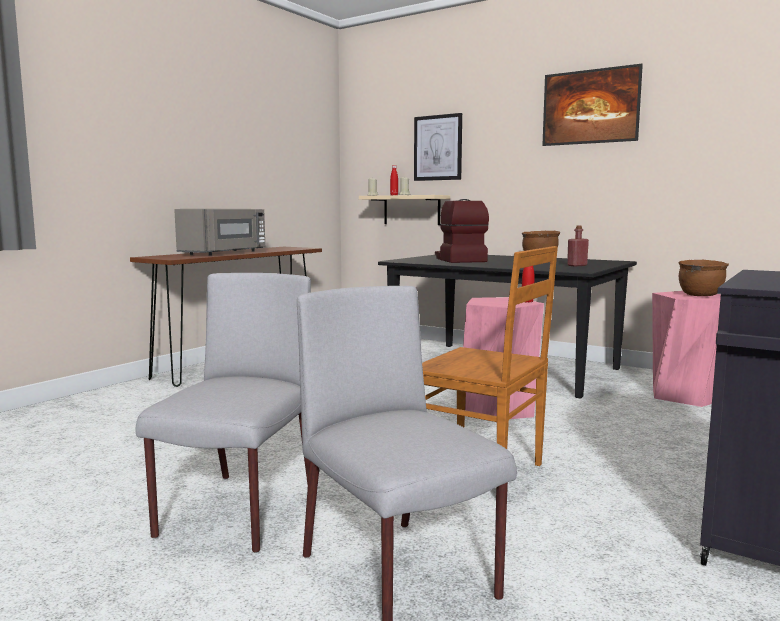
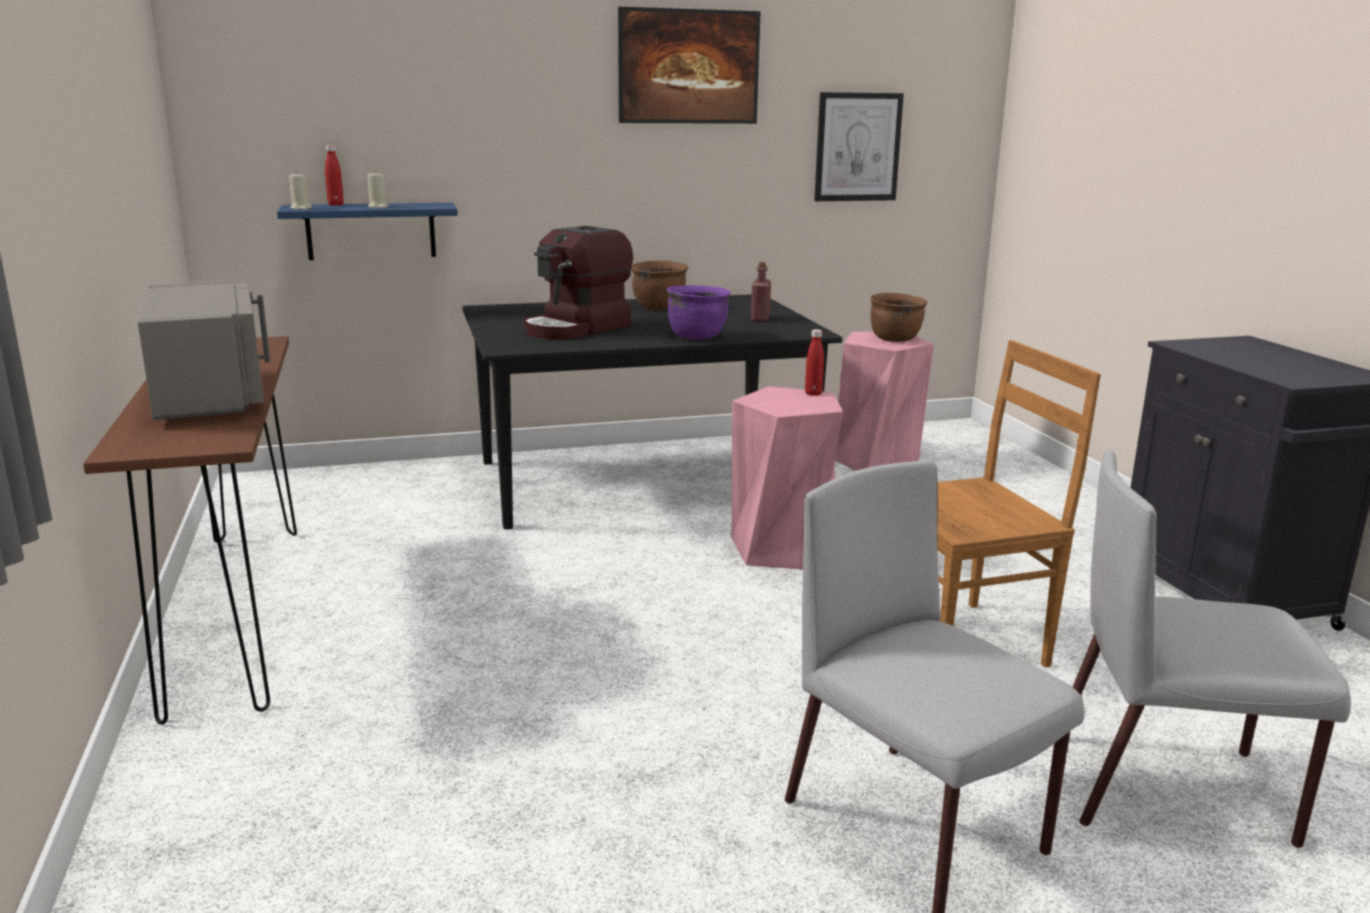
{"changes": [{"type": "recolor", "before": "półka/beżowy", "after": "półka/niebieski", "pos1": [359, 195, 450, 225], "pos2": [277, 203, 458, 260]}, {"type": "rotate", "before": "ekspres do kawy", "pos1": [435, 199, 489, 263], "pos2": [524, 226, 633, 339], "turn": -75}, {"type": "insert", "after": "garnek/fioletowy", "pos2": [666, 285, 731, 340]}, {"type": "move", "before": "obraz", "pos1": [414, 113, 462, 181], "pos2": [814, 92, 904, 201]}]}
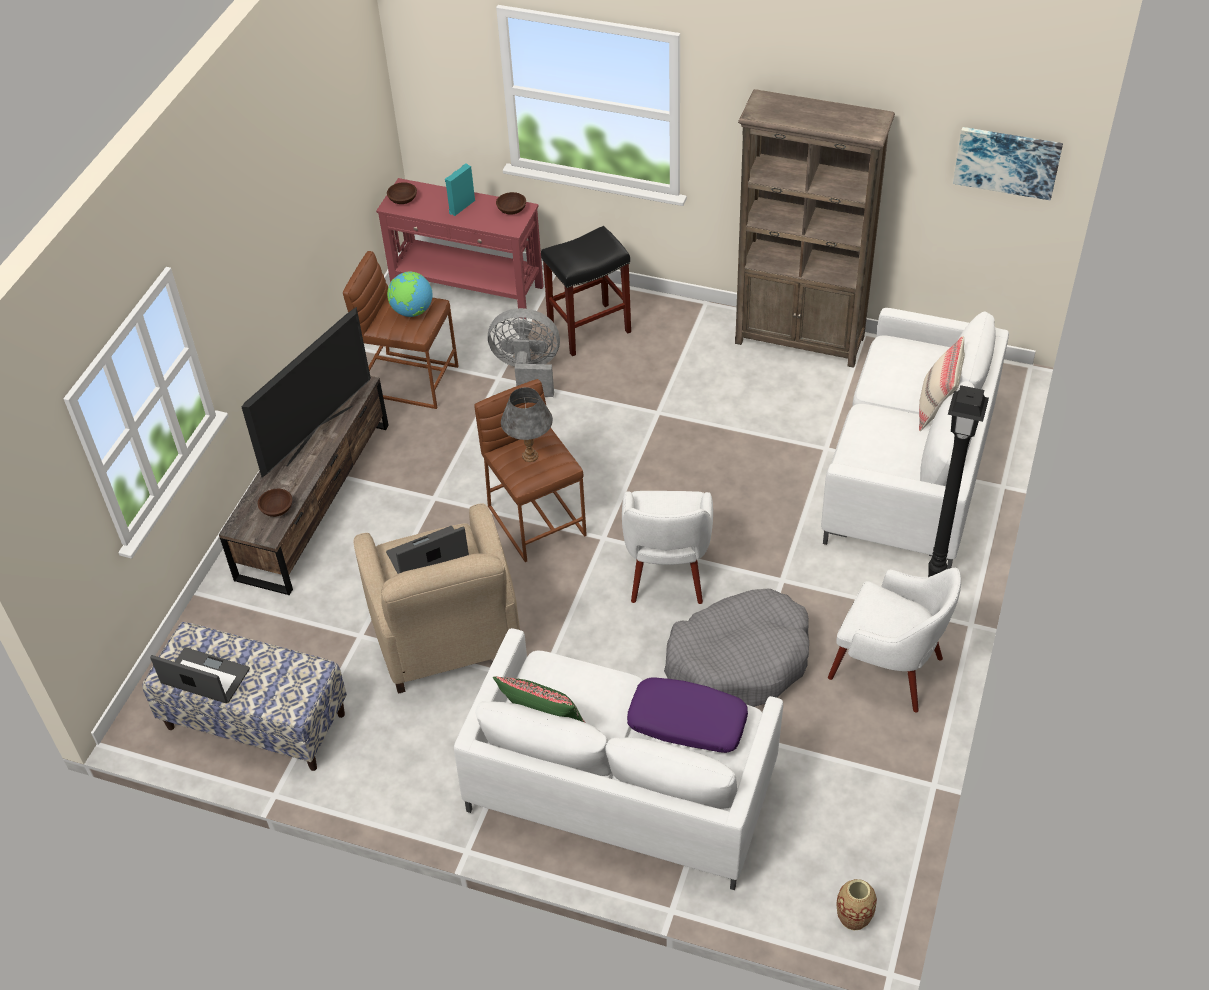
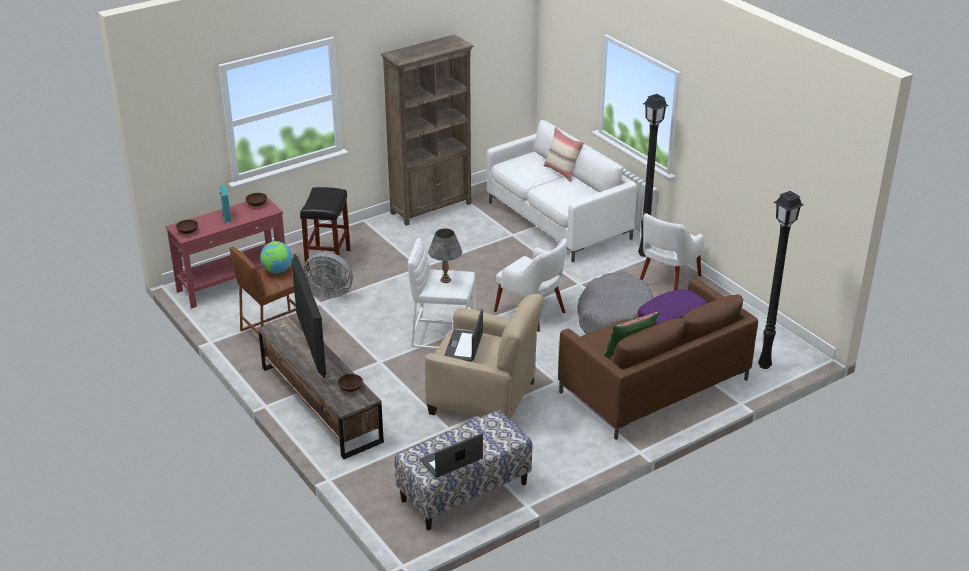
{"changes": [{"type": "rotate", "before": "wentylator/szary", "pos1": [488, 308, 560, 397], "pos2": [303, 252, 353, 298], "turn": -120}, {"type": "recolor", "before": "stołek/brązowy", "after": "stołek/biały", "pos1": [474, 379, 587, 562], "pos2": [408, 238, 475, 349]}, {"type": "recolor", "before": "kanapa/biały", "after": "kanapa/brązowy", "pos1": [454, 628, 783, 890], "pos2": [558, 279, 758, 440]}, {"type": "rotate", "before": "fotel/biały", "pos1": [828, 568, 961, 712], "pos2": [640, 213, 704, 290], "turn": 150}, {"type": "insert", "after": "lampa stojąca/czarny", "pos2": [758, 191, 804, 369]}, {"type": "delete", "before": "wazon", "pos1": [837, 879, 877, 931]}, {"type": "delete", "before": "obraz", "pos1": [953, 127, 1063, 201]}]}
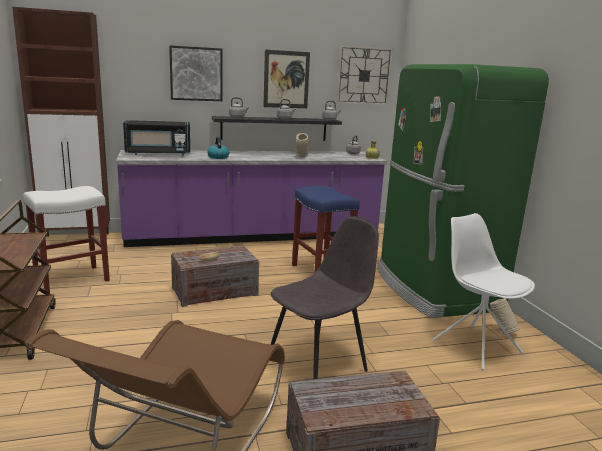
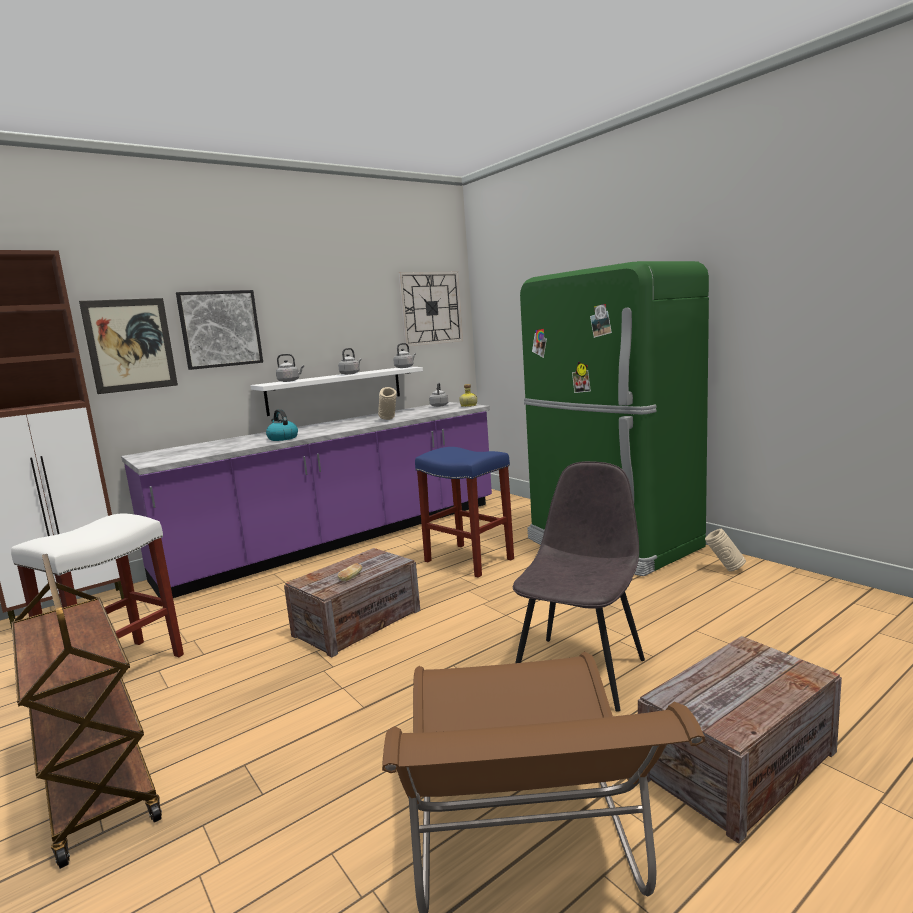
{"changes": [{"type": "move", "before": "obraz", "pos1": [263, 50, 310, 108], "pos2": [79, 298, 178, 394]}, {"type": "recolor", "before": "półka/czarny", "after": "półka/biały", "pos1": [212, 116, 342, 141], "pos2": [250, 367, 423, 416]}, {"type": "delete", "before": "mikrofalówka/czarny", "pos1": [123, 120, 190, 156]}, {"type": "delete", "before": "krzesło/biały", "pos1": [433, 213, 535, 370]}]}
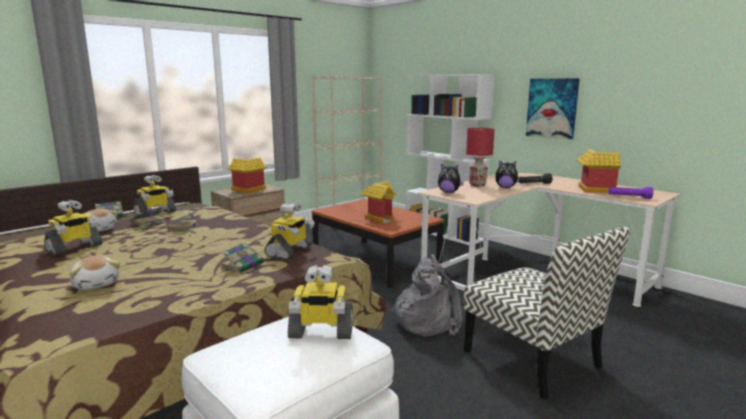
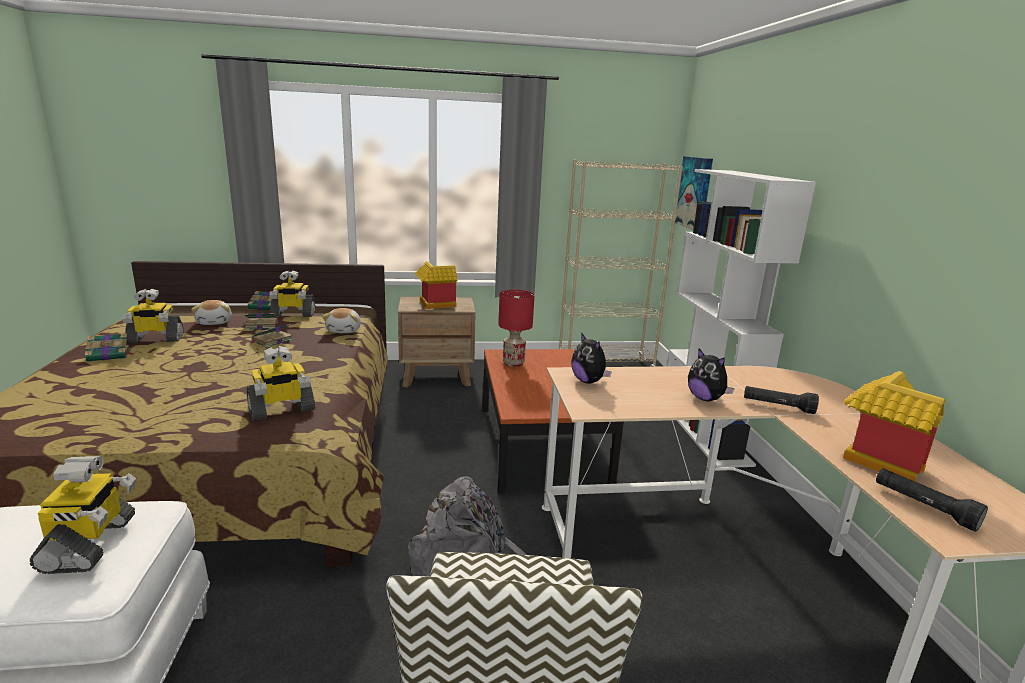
{"changes": [{"type": "rotate", "before": "robot zabawkowy", "pos1": [288, 265, 353, 339], "pos2": [30, 456, 136, 574], "turn": -135}, {"type": "move", "before": "książka", "pos1": [221, 243, 264, 273], "pos2": [85, 333, 134, 362]}, {"type": "move", "before": "pluszak", "pos1": [70, 256, 120, 290], "pos2": [322, 308, 361, 333]}, {"type": "move", "before": "lampa stołowa/czerwony", "pos1": [466, 128, 495, 186], "pos2": [498, 290, 535, 367]}, {"type": "move", "before": "obraz", "pos1": [526, 78, 580, 140], "pos2": [675, 156, 713, 230]}, {"type": "recolor", "before": "latarka/fioletowy", "after": "latarka/czarny", "pos1": [609, 187, 653, 199], "pos2": [876, 468, 988, 532]}, {"type": "delete", "before": "domek", "pos1": [361, 181, 396, 223]}]}
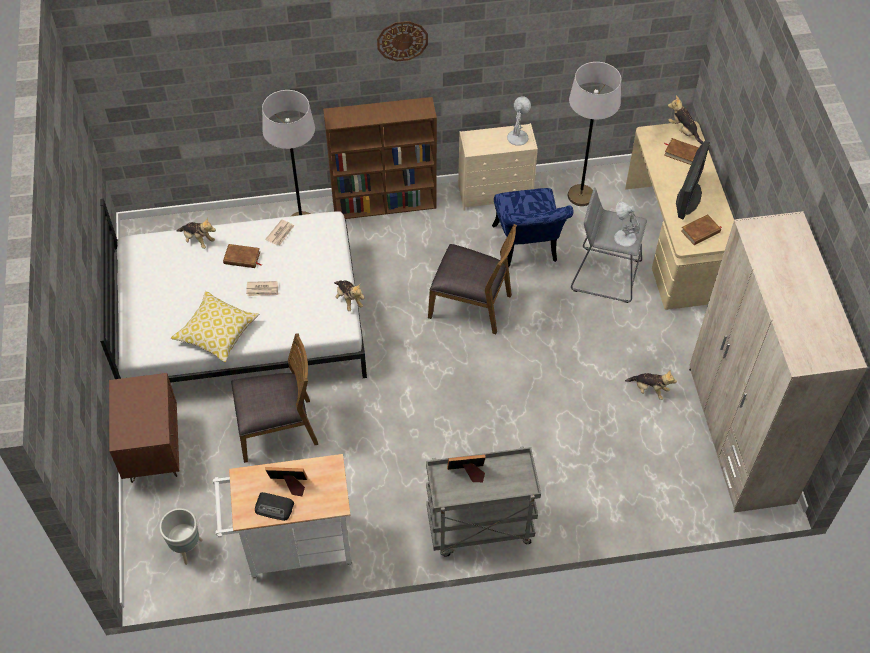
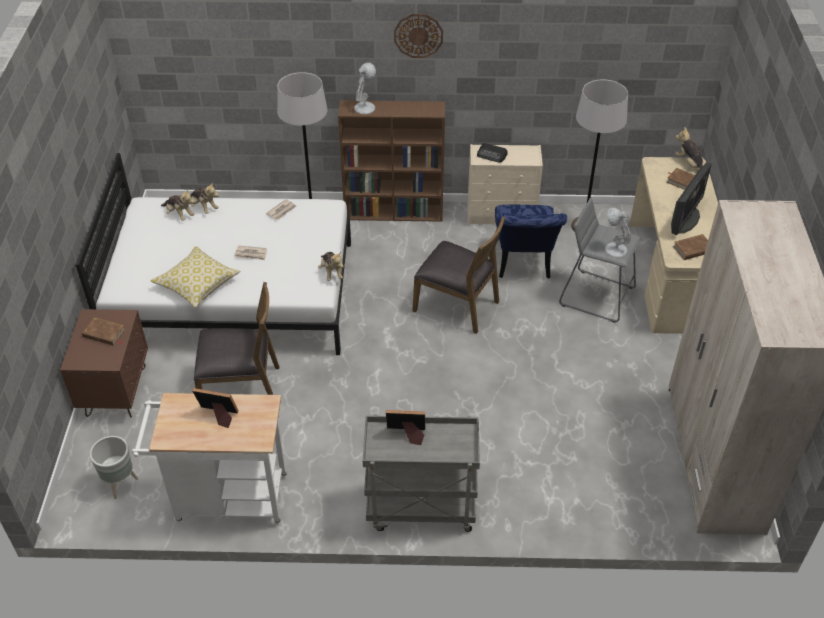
{"changes": [{"type": "move", "before": "książka/brązowy", "pos1": [223, 244, 262, 268], "pos2": [82, 317, 126, 346]}, {"type": "move", "before": "pluszak", "pos1": [625, 370, 677, 400], "pos2": [161, 189, 195, 221]}, {"type": "move", "before": "lampa stołowa/biały", "pos1": [507, 96, 531, 146], "pos2": [354, 63, 376, 114]}, {"type": "move", "before": "radio", "pos1": [255, 492, 294, 521], "pos2": [477, 143, 508, 163]}]}
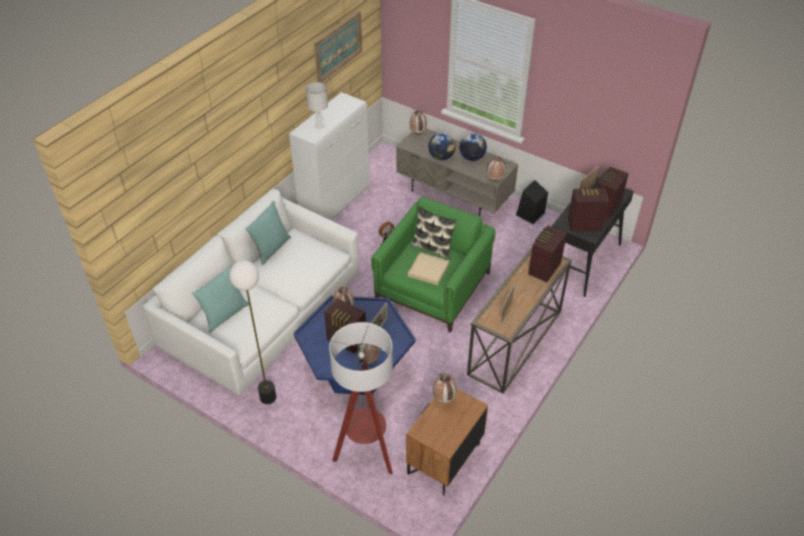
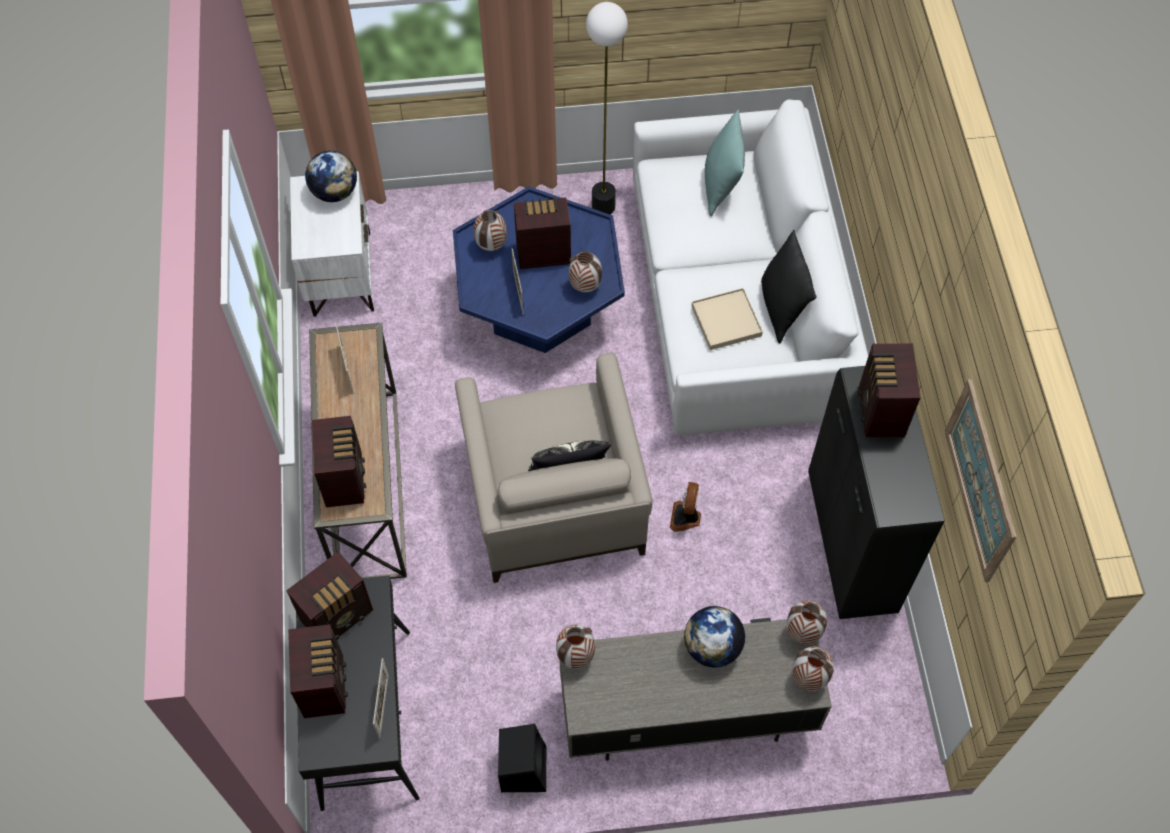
{"changes": [{"type": "recolor", "before": "szafka nocna/brązowy", "after": "szafka nocna/biały", "pos1": [406, 389, 488, 496], "pos2": [290, 171, 374, 317]}, {"type": "move", "before": "globus", "pos1": [459, 133, 487, 161], "pos2": [305, 151, 357, 202]}, {"type": "recolor", "before": "fotel/zielony", "after": "fotel/beżowy", "pos1": [371, 197, 496, 333], "pos2": [455, 353, 653, 583]}, {"type": "move", "before": "taca/beżowy", "pos1": [408, 252, 450, 285], "pos2": [691, 288, 763, 350]}, {"type": "recolor", "before": "poduszka/turkusowy", "after": "poduszka/czarny", "pos1": [246, 201, 291, 265], "pos2": [761, 230, 817, 344]}, {"type": "move", "before": "wazon", "pos1": [433, 373, 457, 403], "pos2": [786, 600, 828, 645]}, {"type": "recolor", "before": "szafka/biały", "after": "szafka/czarny", "pos1": [289, 92, 370, 221], "pos2": [808, 366, 945, 619]}, {"type": "replace", "before": "lampa stołowa/biały", "after": "radio", "pos1": [306, 82, 328, 129], "pos2": [858, 343, 920, 437]}, {"type": "delete", "before": "lampa stojąca", "pos1": [329, 322, 393, 474]}]}
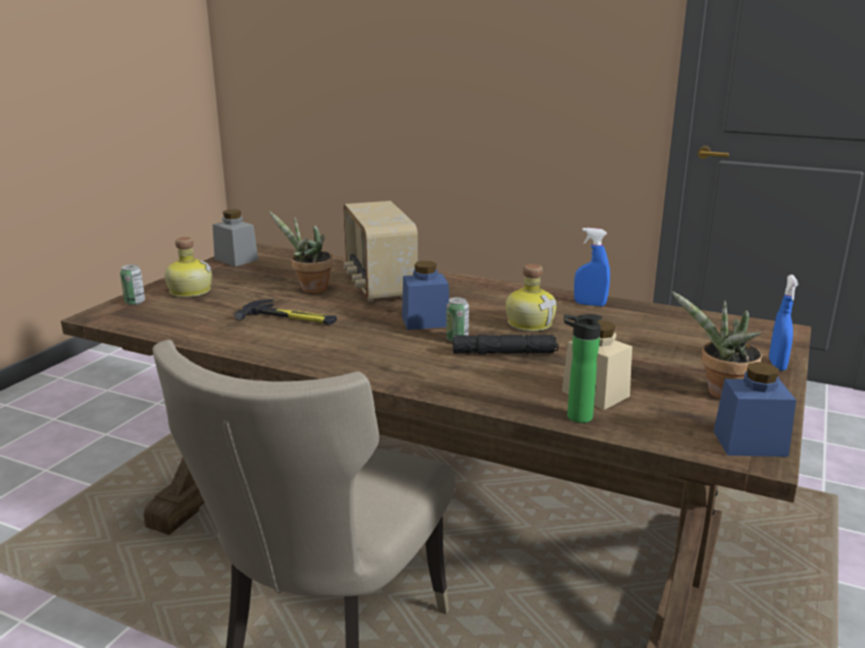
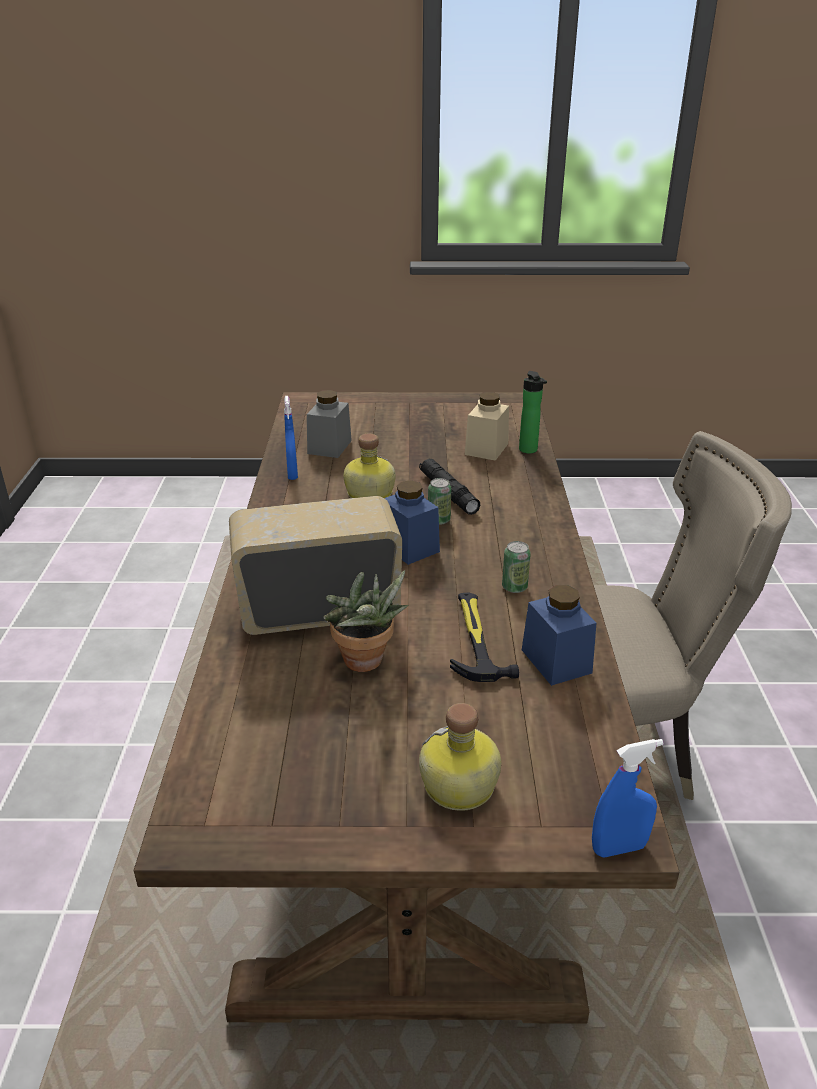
{"changes": [{"type": "rotate", "before": "radio", "pos1": [343, 201, 418, 302], "pos2": [229, 496, 402, 635], "turn": -150}, {"type": "move", "before": "słoik/szary", "pos1": [213, 209, 258, 267], "pos2": [307, 390, 352, 458]}, {"type": "move", "before": "puszka", "pos1": [120, 264, 145, 305], "pos2": [502, 541, 531, 593]}, {"type": "move", "before": "słoik/niebieski", "pos1": [714, 362, 796, 457], "pos2": [522, 585, 597, 686]}, {"type": "move", "before": "spryskiwacz/niebieski", "pos1": [769, 275, 799, 371], "pos2": [592, 739, 664, 857]}, {"type": "delete", "before": "roślina doniczkowa", "pos1": [671, 291, 762, 399]}]}
